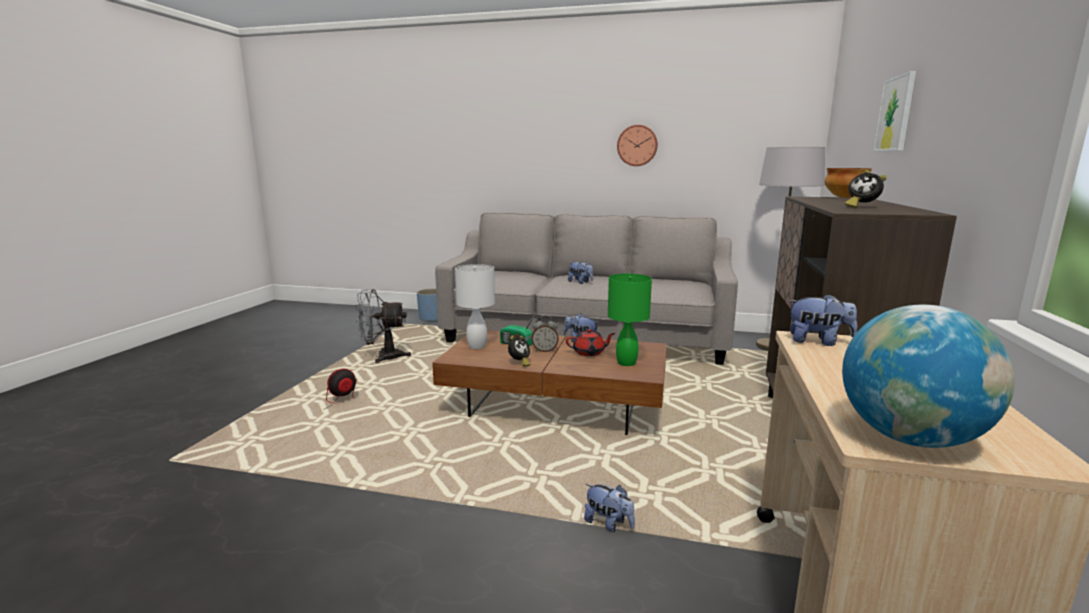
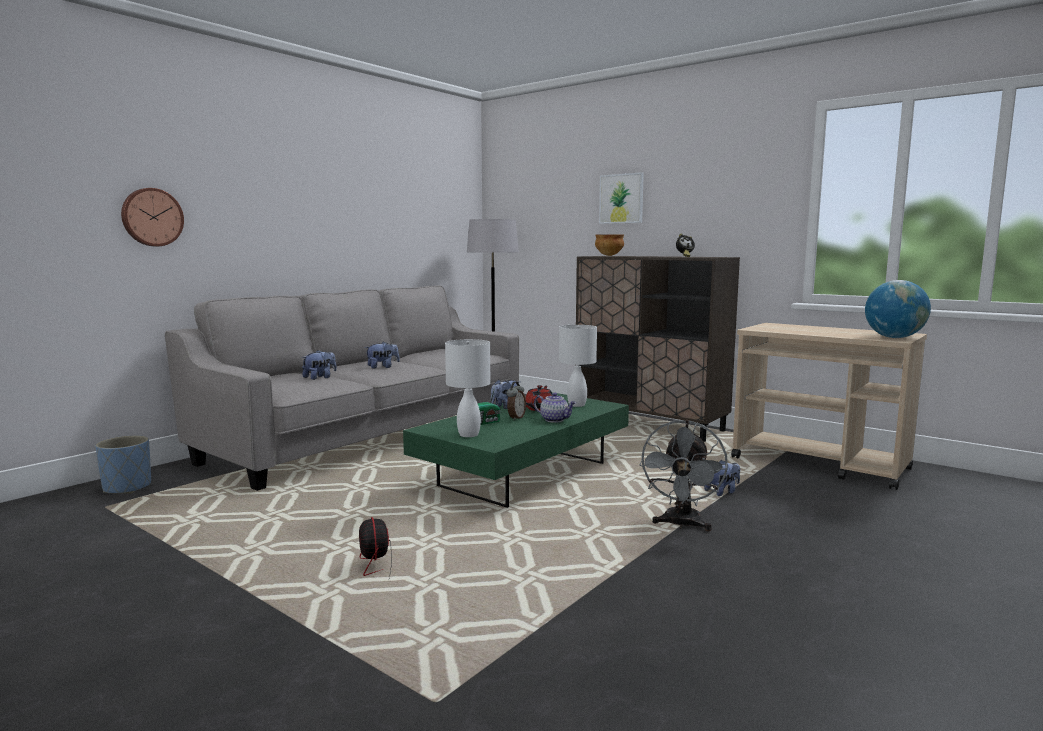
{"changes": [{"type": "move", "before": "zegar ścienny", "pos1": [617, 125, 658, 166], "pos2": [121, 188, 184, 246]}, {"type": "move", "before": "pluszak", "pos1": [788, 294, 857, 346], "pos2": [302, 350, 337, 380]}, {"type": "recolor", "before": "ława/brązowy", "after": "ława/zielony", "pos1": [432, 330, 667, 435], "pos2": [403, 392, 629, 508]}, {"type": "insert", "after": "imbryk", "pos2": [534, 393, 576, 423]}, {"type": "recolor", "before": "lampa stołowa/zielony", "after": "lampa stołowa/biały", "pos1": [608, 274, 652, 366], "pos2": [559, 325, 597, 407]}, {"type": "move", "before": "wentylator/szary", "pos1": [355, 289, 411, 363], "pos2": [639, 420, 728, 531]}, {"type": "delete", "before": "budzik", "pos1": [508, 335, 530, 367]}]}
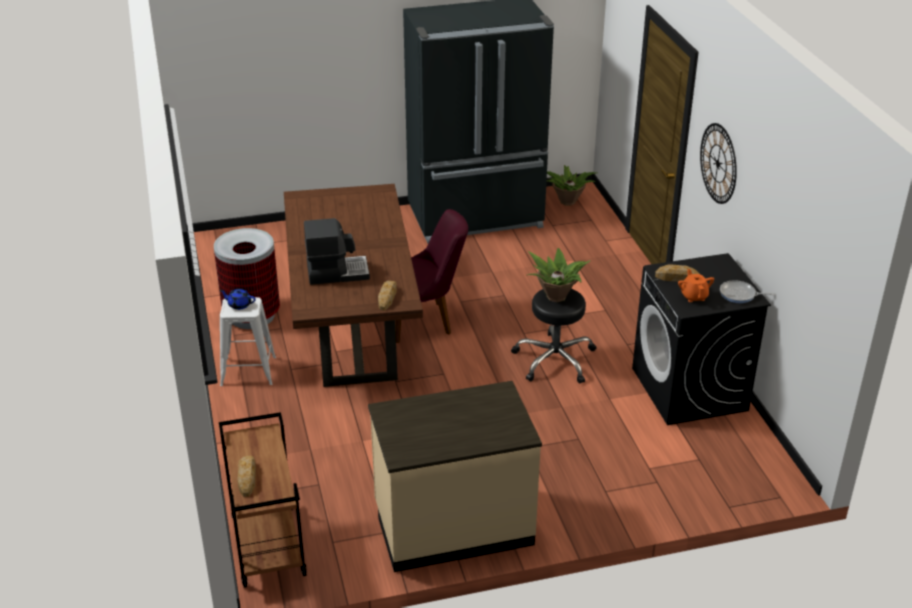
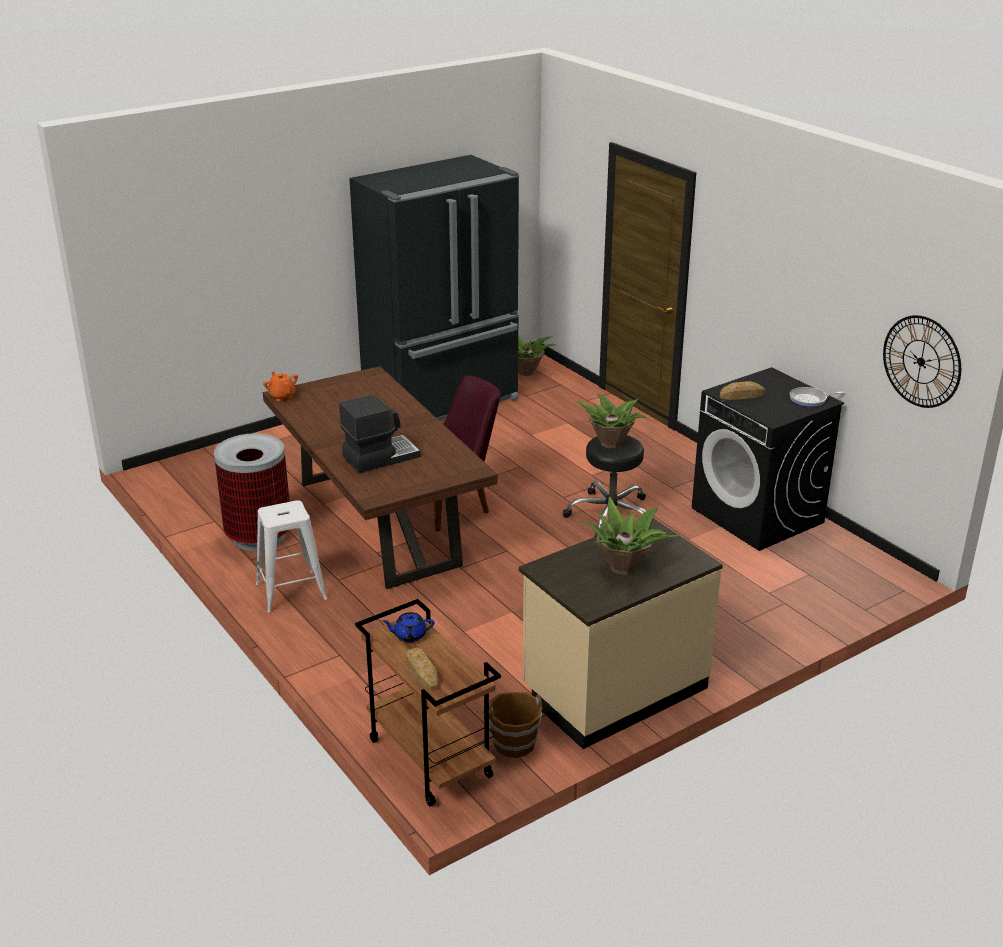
{"changes": [{"type": "move", "before": "imbryk/pomarańczowy", "pos1": [678, 269, 714, 302], "pos2": [263, 371, 298, 401]}, {"type": "move", "before": "imbryk/niebieski", "pos1": [220, 288, 256, 310], "pos2": [382, 612, 434, 642]}, {"type": "insert", "after": "wiadro/brązowy", "pos2": [483, 692, 543, 758]}, {"type": "insert", "after": "roślina doniczkowa", "pos2": [579, 497, 678, 575]}, {"type": "move", "before": "zegar ścienny", "pos1": [700, 123, 737, 204], "pos2": [883, 315, 961, 408]}, {"type": "delete", "before": "chleb", "pos1": [378, 281, 397, 310]}]}
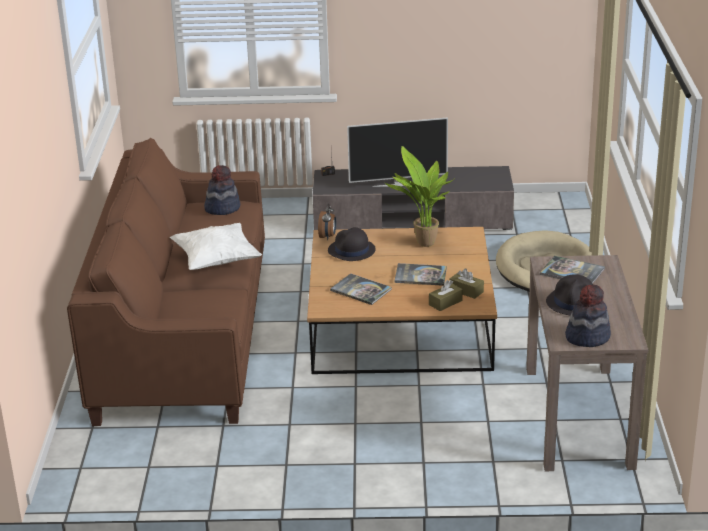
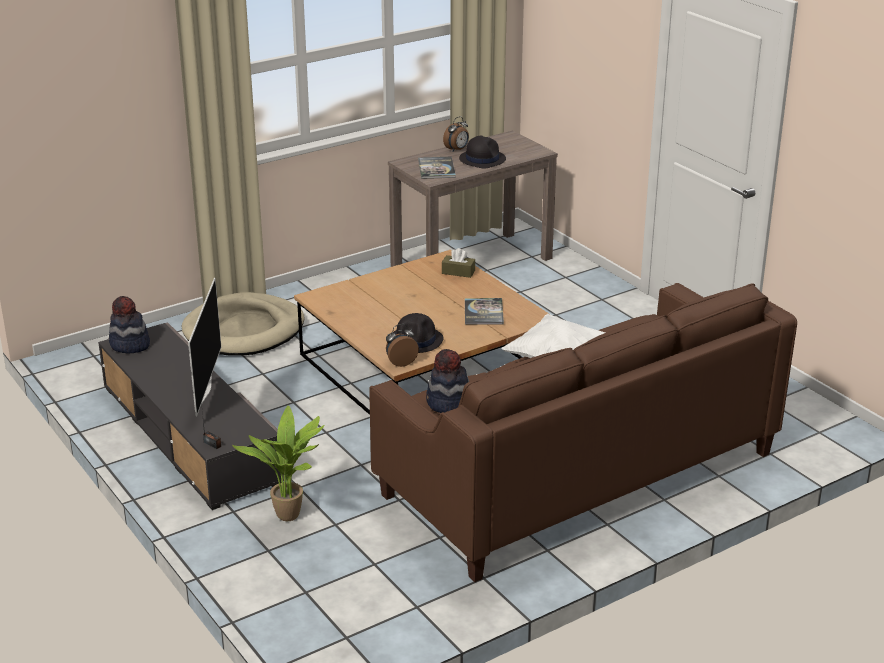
{"changes": [{"type": "move", "before": "kapelusz", "pos1": [565, 284, 611, 347], "pos2": [109, 296, 150, 353]}, {"type": "rotate", "before": "telewizor", "pos1": [347, 117, 448, 187], "pos2": [188, 278, 221, 416], "turn": 45}, {"type": "move", "before": "roślina doniczkowa", "pos1": [384, 146, 455, 247], "pos2": [232, 405, 324, 521]}, {"type": "insert", "after": "budzik", "pos2": [443, 116, 469, 152]}, {"type": "delete", "before": "książka", "pos1": [395, 263, 447, 286]}, {"type": "delete", "before": "pudełko chusteczek/brązowy", "pos1": [449, 269, 484, 299]}]}
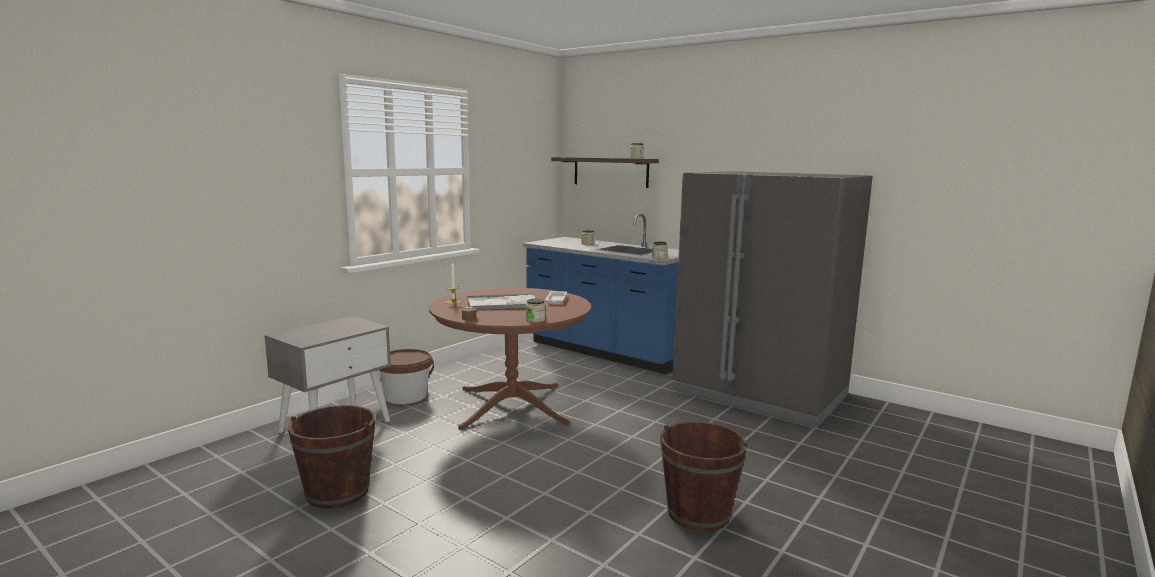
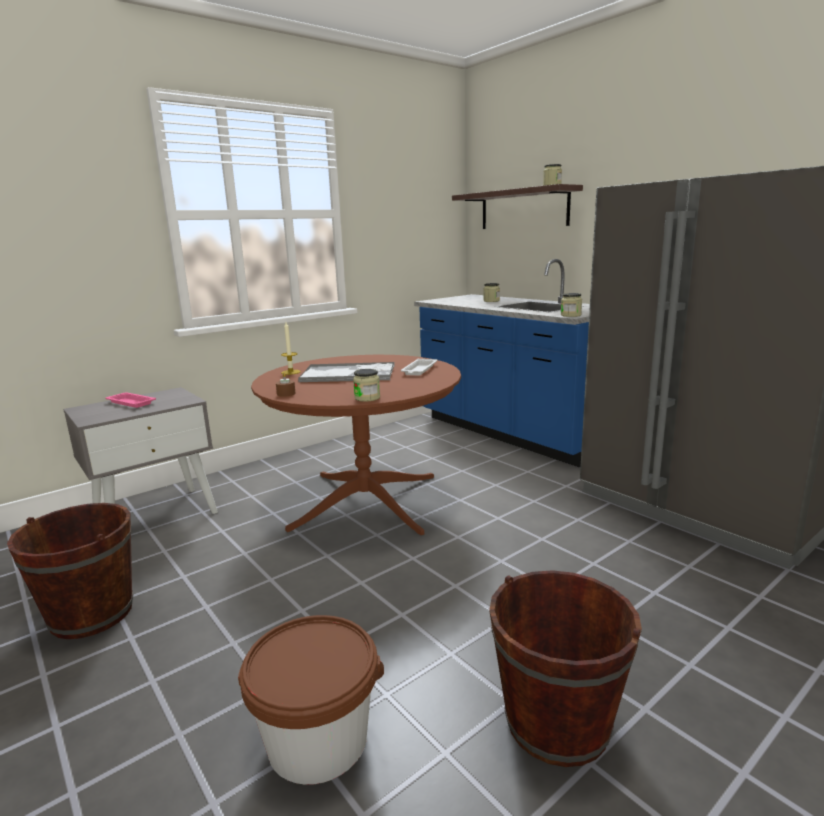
{"changes": [{"type": "insert", "after": "taca/różowy", "pos2": [105, 392, 156, 408]}, {"type": "move", "before": "wiadro/brązowy", "pos1": [379, 349, 434, 404], "pos2": [238, 615, 384, 785]}]}
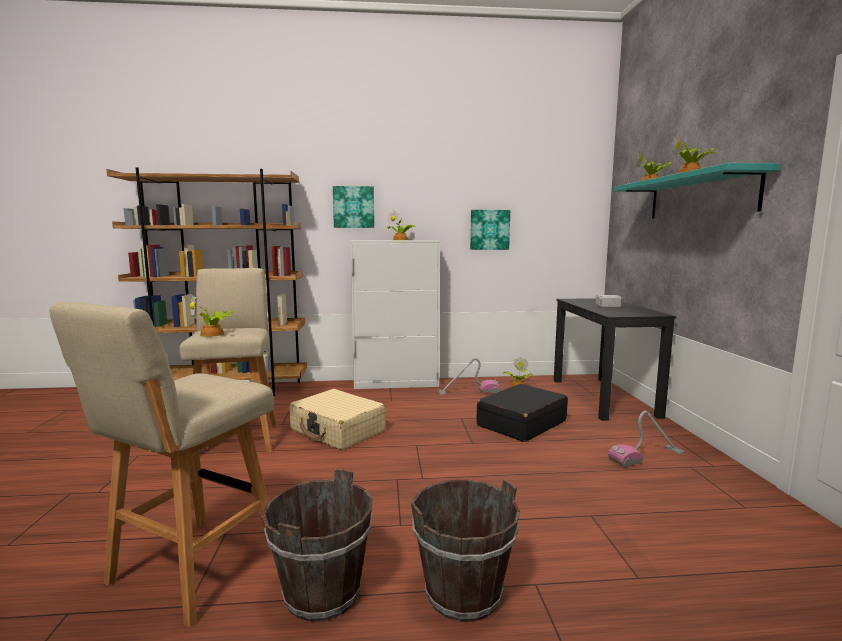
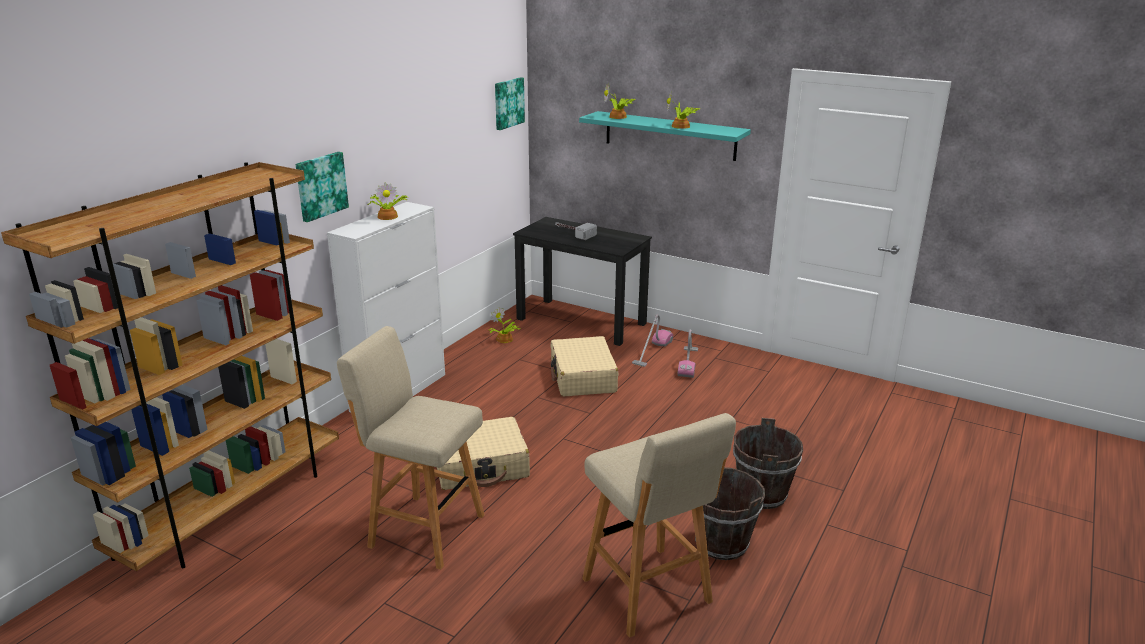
{"changes": [{"type": "move", "before": "obraz", "pos1": [470, 210, 510, 250], "pos2": [495, 77, 525, 130]}, {"type": "recolor", "before": "walizka/czarny", "after": "walizka/beżowy", "pos1": [477, 384, 568, 442], "pos2": [551, 336, 619, 397]}, {"type": "move", "before": "odkurzacz", "pos1": [438, 358, 500, 395], "pos2": [632, 314, 673, 367]}, {"type": "delete", "before": "roślina doniczkowa", "pos1": [190, 296, 234, 337]}]}
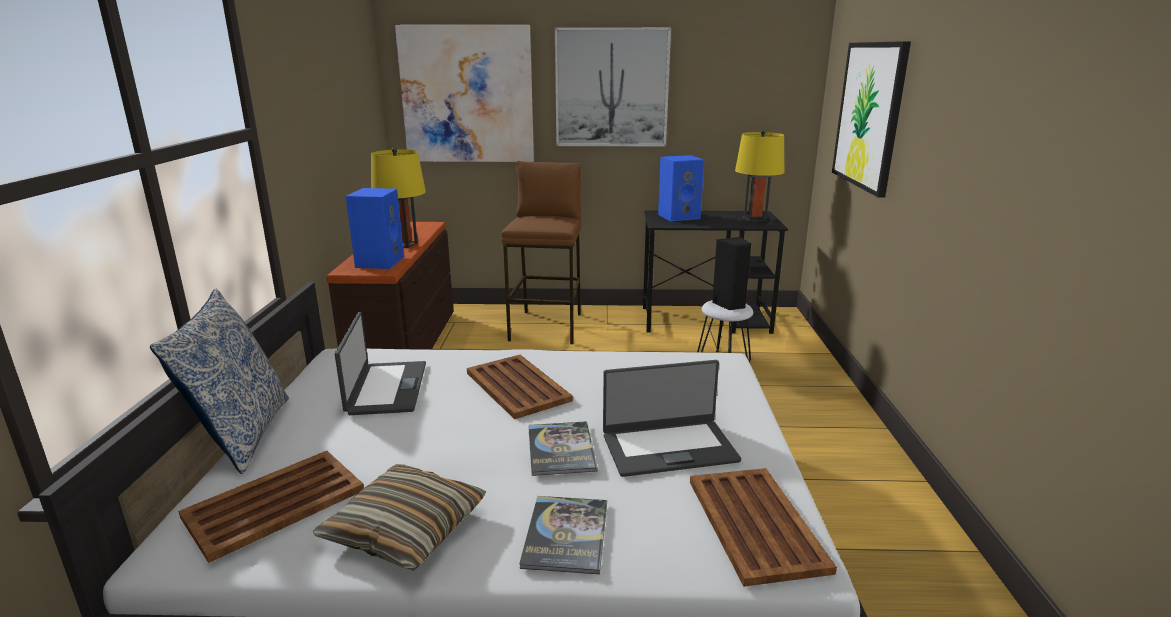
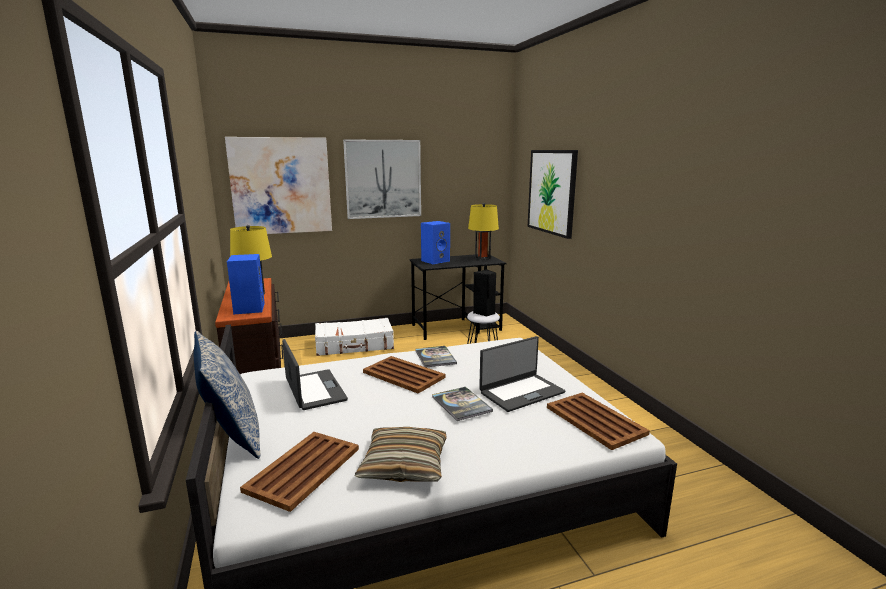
{"changes": [{"type": "replace", "before": "stołek/brązowy", "after": "walizka/biały", "pos1": [502, 161, 582, 344], "pos2": [315, 318, 394, 356]}, {"type": "move", "before": "książka", "pos1": [519, 496, 607, 574], "pos2": [416, 346, 457, 367]}]}
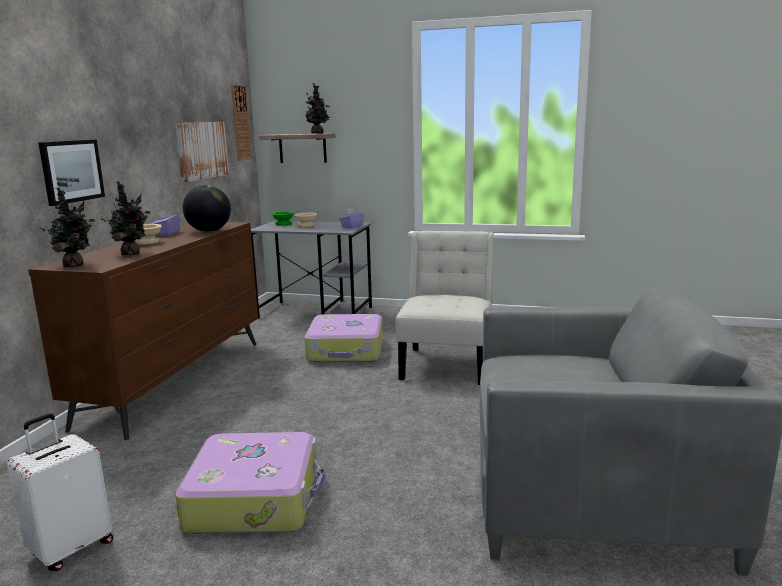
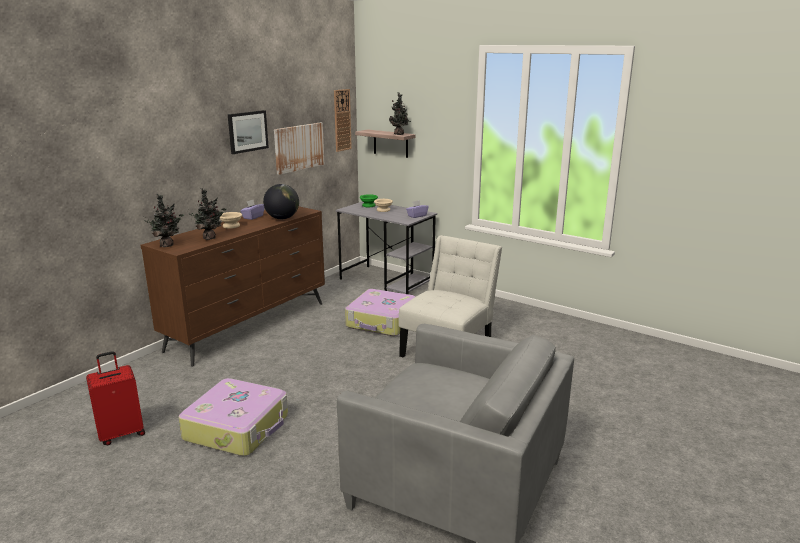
{"changes": [{"type": "recolor", "before": "walizka/biały", "after": "walizka/czerwony", "pos1": [7, 414, 113, 571], "pos2": [86, 351, 145, 445]}, {"type": "move", "before": "obraz", "pos1": [39, 139, 105, 206], "pos2": [228, 110, 269, 154]}]}
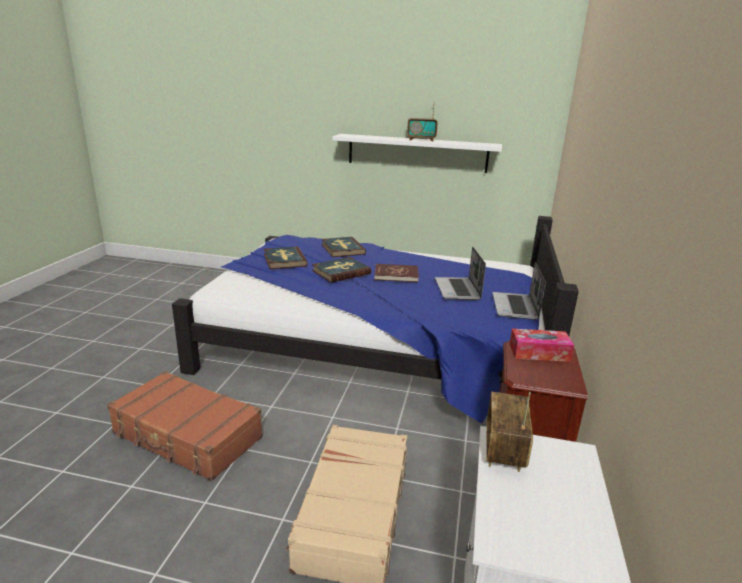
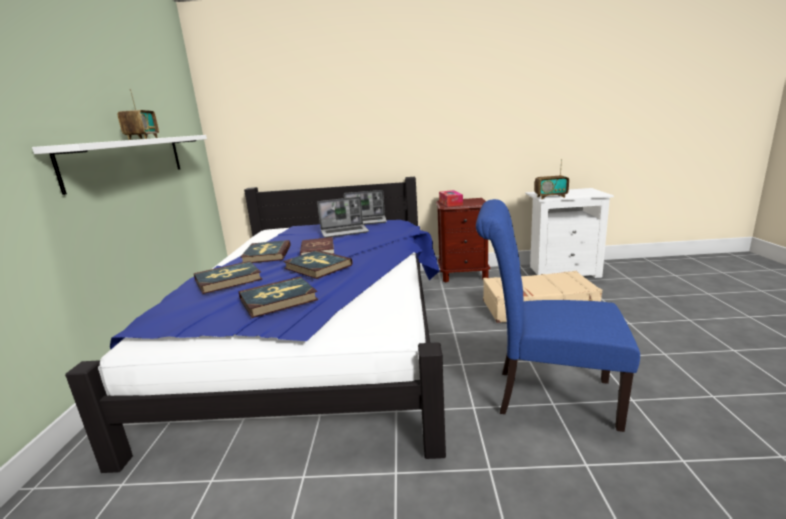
{"changes": [{"type": "insert", "after": "książka", "pos2": [240, 240, 291, 263]}, {"type": "replace", "before": "walizka/brązowy", "after": "krzesło/niebieski", "pos1": [107, 371, 263, 481], "pos2": [476, 199, 640, 432]}]}
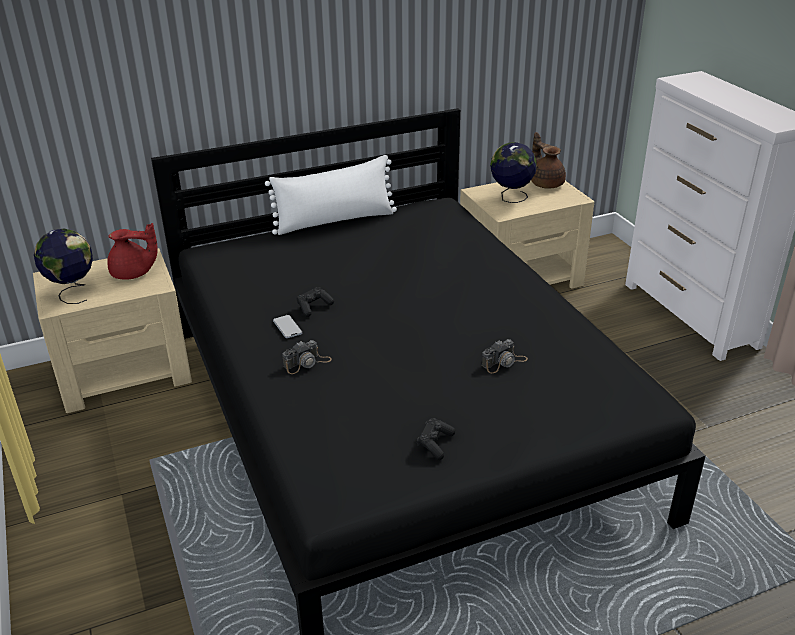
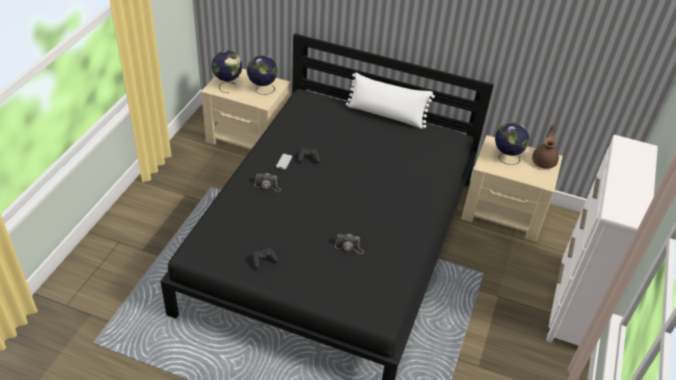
{"changes": [{"type": "replace", "before": "imbryk/czerwony", "after": "globus", "pos1": [107, 223, 158, 280], "pos2": [247, 55, 278, 95]}]}
